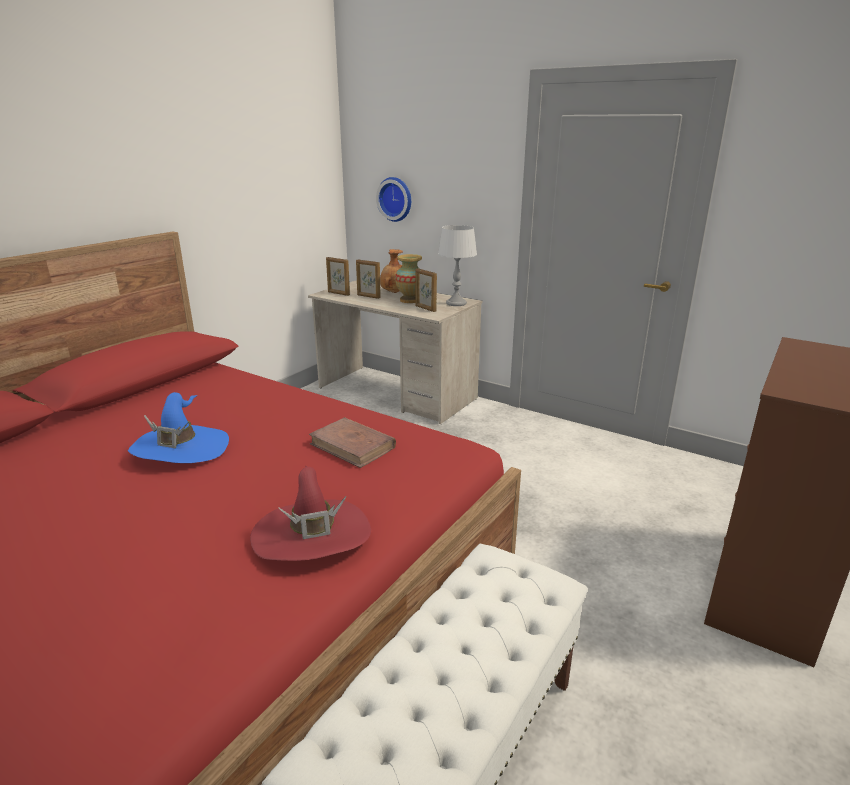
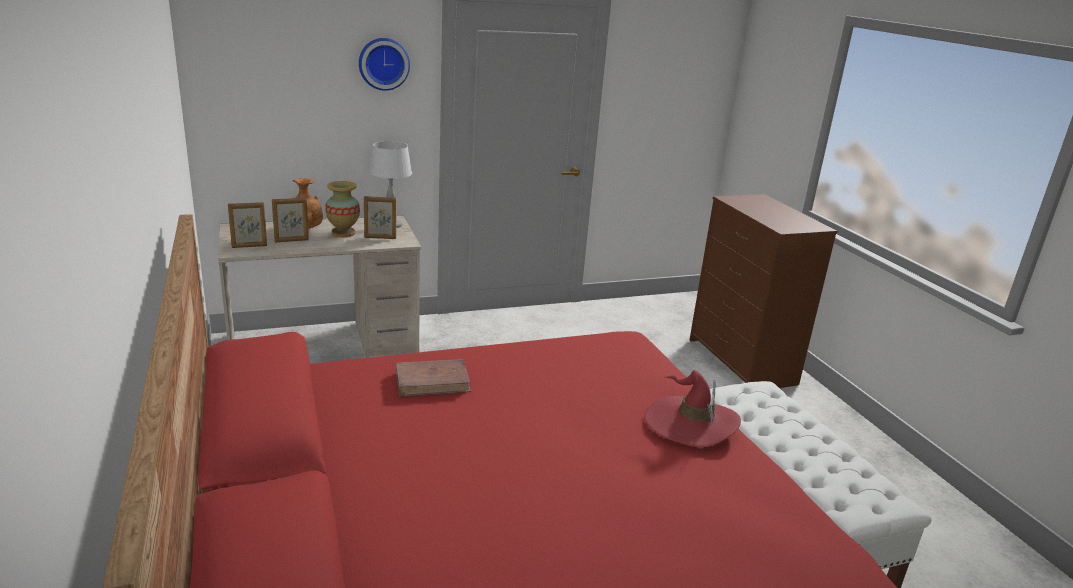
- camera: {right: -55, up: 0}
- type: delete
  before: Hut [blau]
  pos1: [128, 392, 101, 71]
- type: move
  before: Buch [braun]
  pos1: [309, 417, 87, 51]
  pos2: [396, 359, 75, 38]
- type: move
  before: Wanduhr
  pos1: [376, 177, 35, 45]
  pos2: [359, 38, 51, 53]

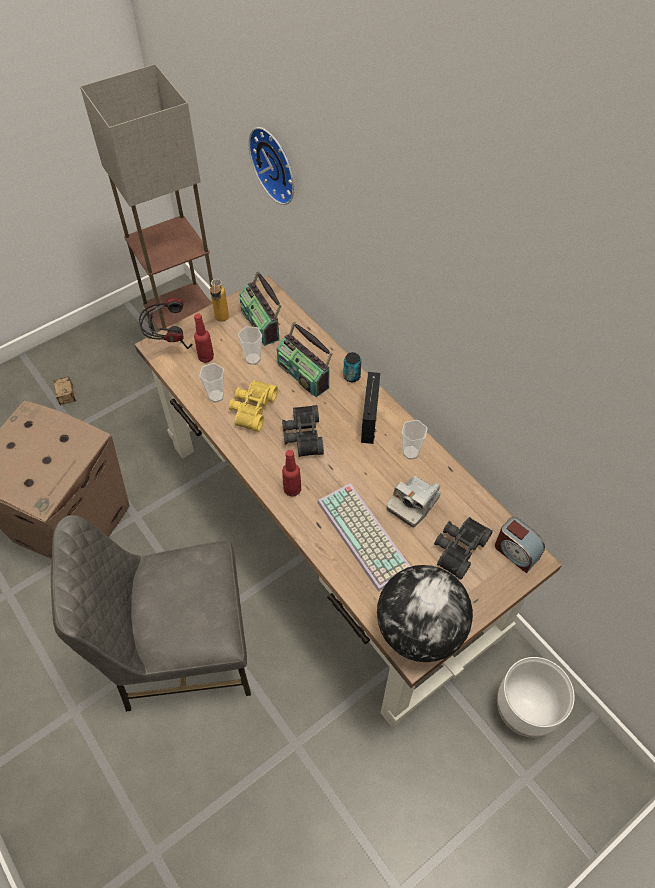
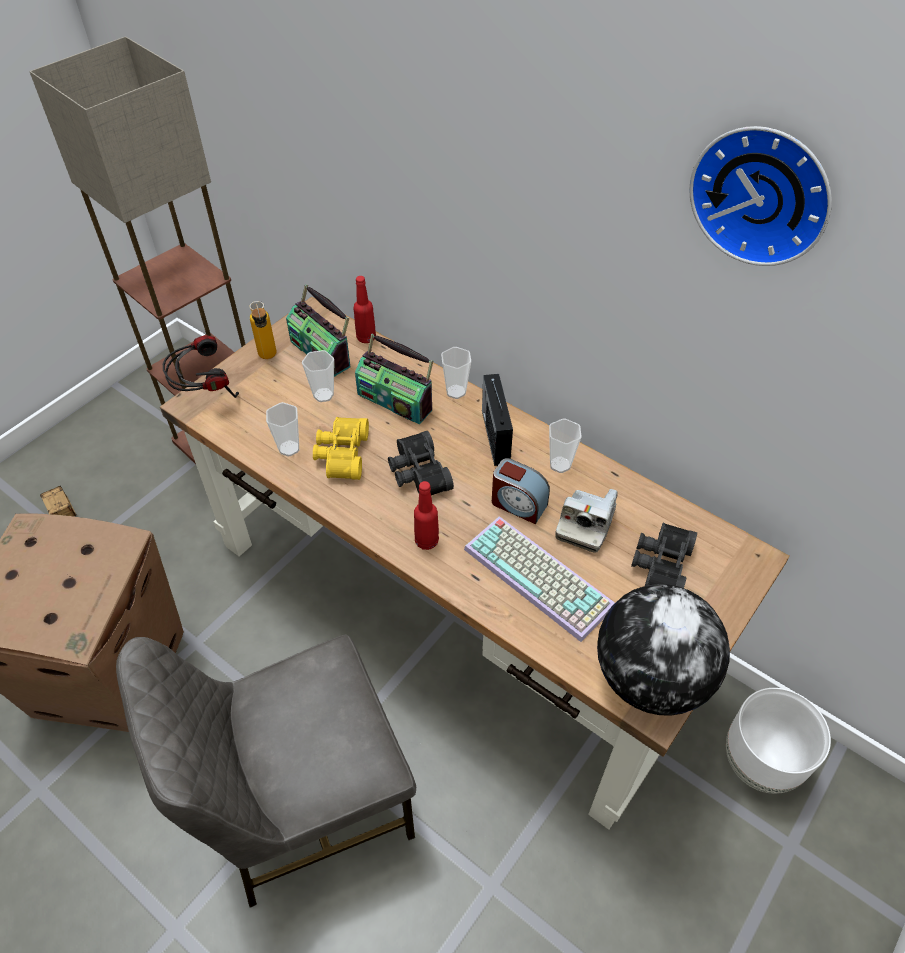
- camera: {right: -15, up: -5}
- type: move
  before: Flasche [rot]
  pos1: [194, 314, 20, 49]
  pos2: [353, 276, 23, 67]
- type: move
  before: Wanduhr
  pos1: [248, 127, 46, 78]
  pos2: [689, 126, 143, 140]
- type: replace
  before: Dose
  after: Tasse
  pos1: [343, 352, 18, 30]
  pos2: [441, 347, 30, 52]
- type: move
  before: Wecker
  pos1: [495, 517, 50, 56]
  pos2: [492, 458, 58, 66]

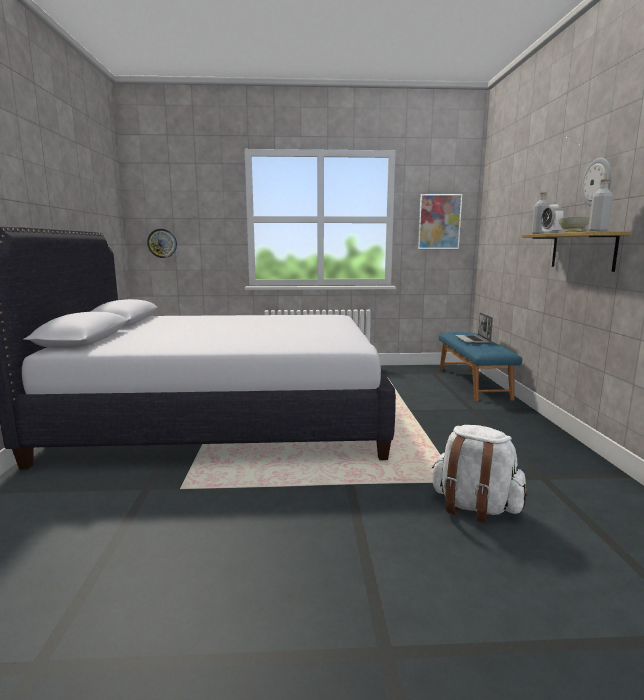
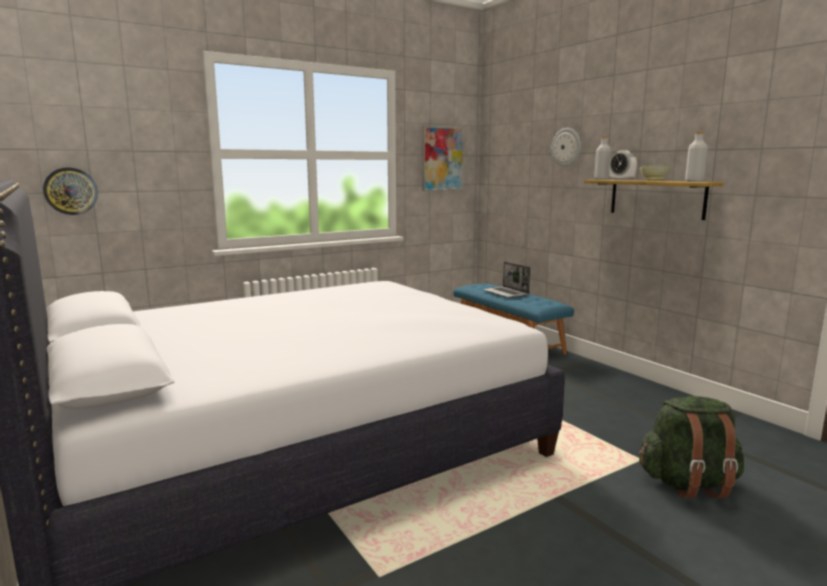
- camera: {right: -30, up: 0}
- type: recolor
  before: Rucksack [weiß]
  after: Rucksack [grün]
  pos1: [431, 425, 96, 98]
  pos2: [639, 396, 105, 102]
- type: move
  before: Wanduhr
  pos1: [582, 158, 30, 48]
  pos2: [552, 128, 29, 39]

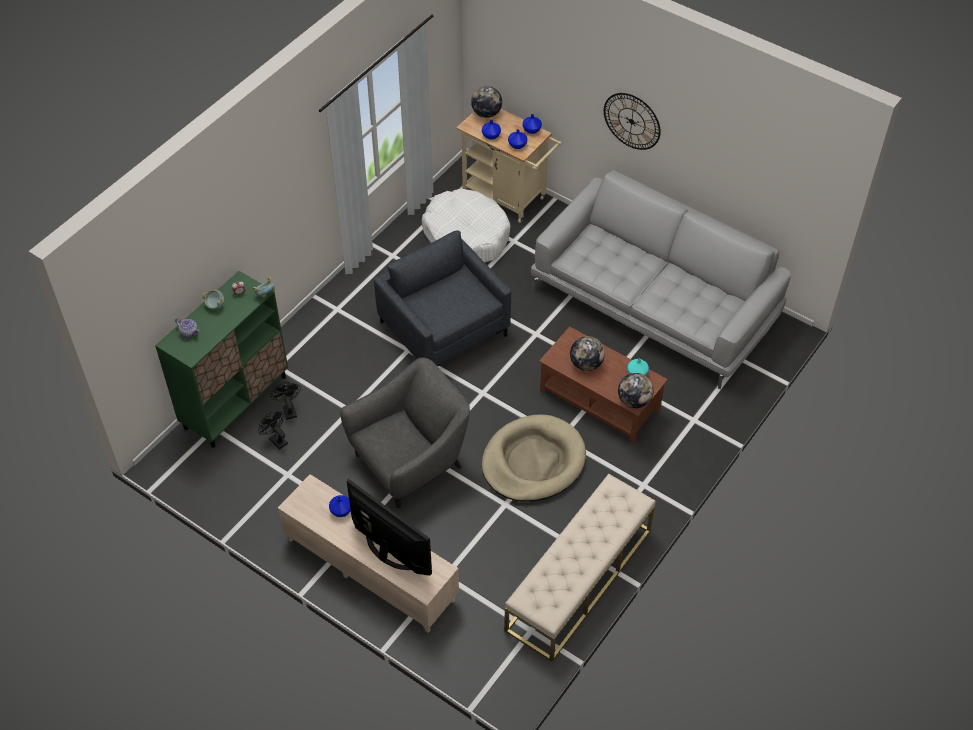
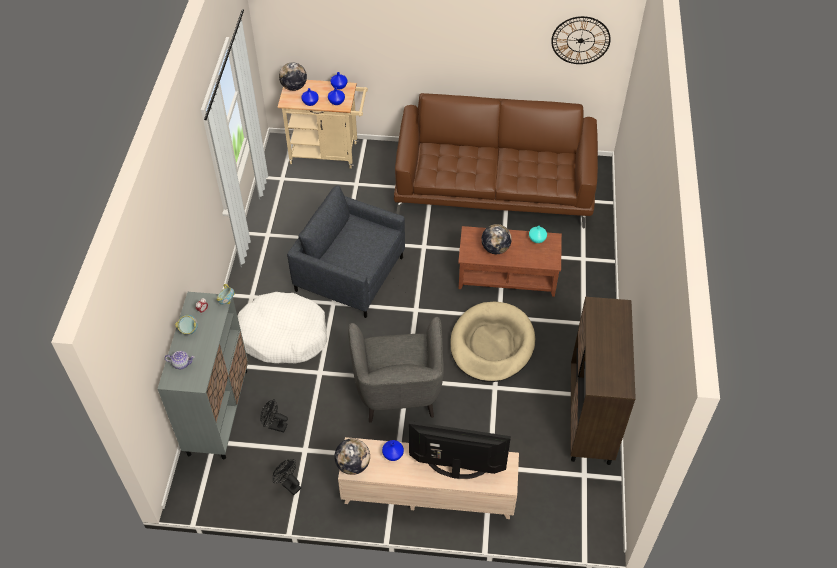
- camera: {right: -30, up: 0}
- type: recolor
  before: Schrank [grün]
  after: Schrank [grau]
  pos1: [155, 271, 133, 177]
  pos2: [157, 292, 91, 168]
- type: move
  before: Ventilator [schwarz]
  pos1: [270, 382, 31, 38]
  pos2: [273, 459, 28, 36]
- type: rotate
  before: Sessel [grau]
  pos1: [340, 358, 130, 150]
  pos2: [348, 317, 96, 106]
  turn: 150
- type: move
  before: Hundebett [weiß]
  pos1: [422, 189, 88, 73]
  pos2: [237, 292, 90, 71]
- type: replace
  before: Bank [beige]
  after: Schrank [braun]
  pos1: [504, 474, 152, 188]
  pos2: [570, 297, 66, 168]
- type: recolor
  before: Sofa [grau]
  after: Sofa [braun]
  pos1: [531, 170, 260, 219]
  pos2: [394, 93, 204, 136]
- type: move
  before: Wanduhr
  pos1: [604, 93, 57, 57]
  pos2: [551, 16, 60, 48]
- type: move
  before: Globus
  pos1: [618, 373, 36, 35]
  pos2: [334, 438, 36, 37]

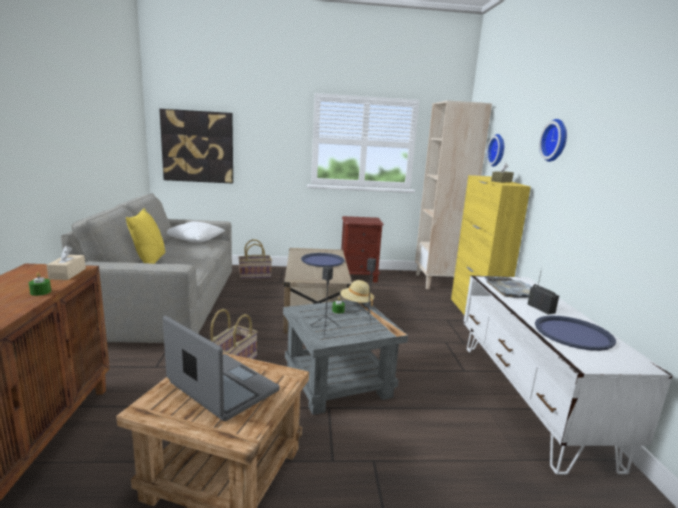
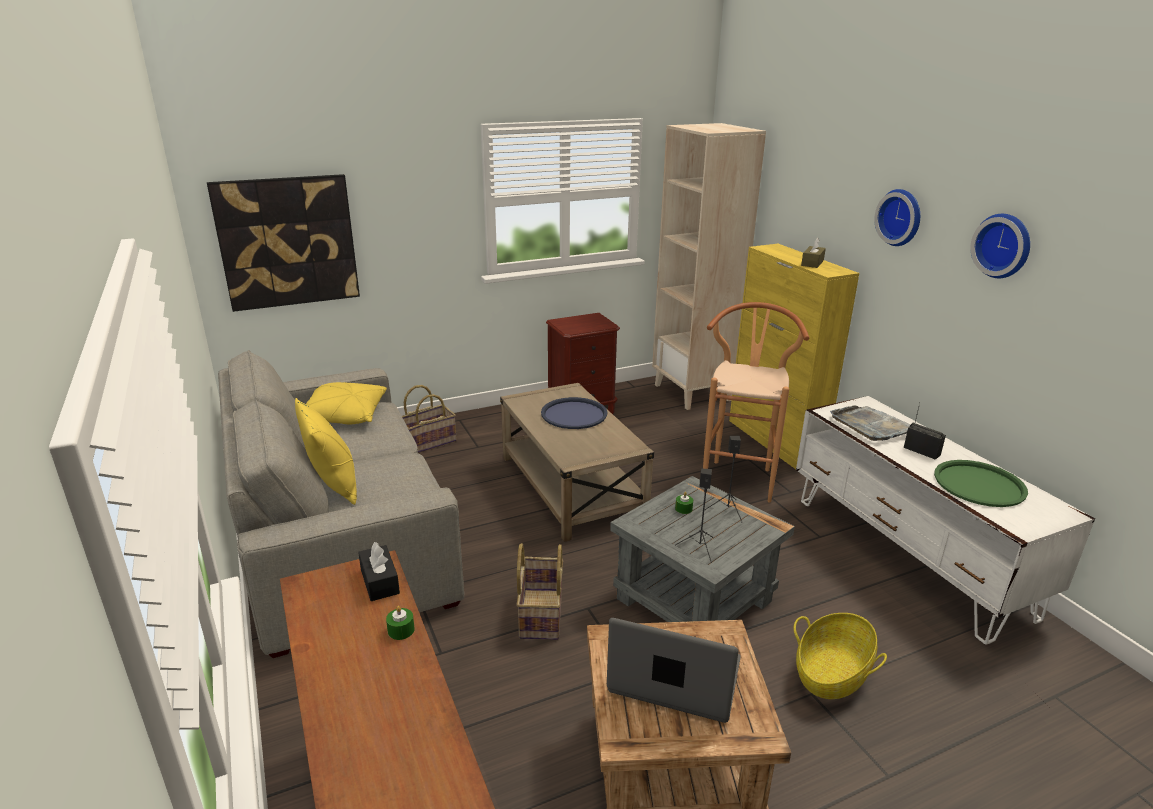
- camera: {right: -20, up: 10}
- type: recolor
  before: Taschentuchbox [beige]
  after: Taschentuchbox [schwarz]
  pos1: [47, 246, 39, 34]
  pos2: [358, 542, 42, 59]
- type: recolor
  before: Kissen [weiß]
  after: Kissen [gelb]
  pos1: [167, 222, 58, 20]
  pos2: [306, 382, 81, 42]
- type: delete
  before: Hut [beige]
  pos1: [340, 280, 34, 26]
- type: move
  before: Wanduhr
  pos1: [487, 134, 17, 33]
  pos2: [970, 214, 60, 64]
- type: recolor
  before: Tablett [blau]
  after: Tablett [grün]
  pos1: [535, 315, 81, 36]
  pos2: [934, 460, 94, 47]
- type: insert
  after: Hocker [braun]
  pos2: [703, 302, 106, 200]
- type: insert
  after: Korb
  pos2: [793, 613, 94, 86]

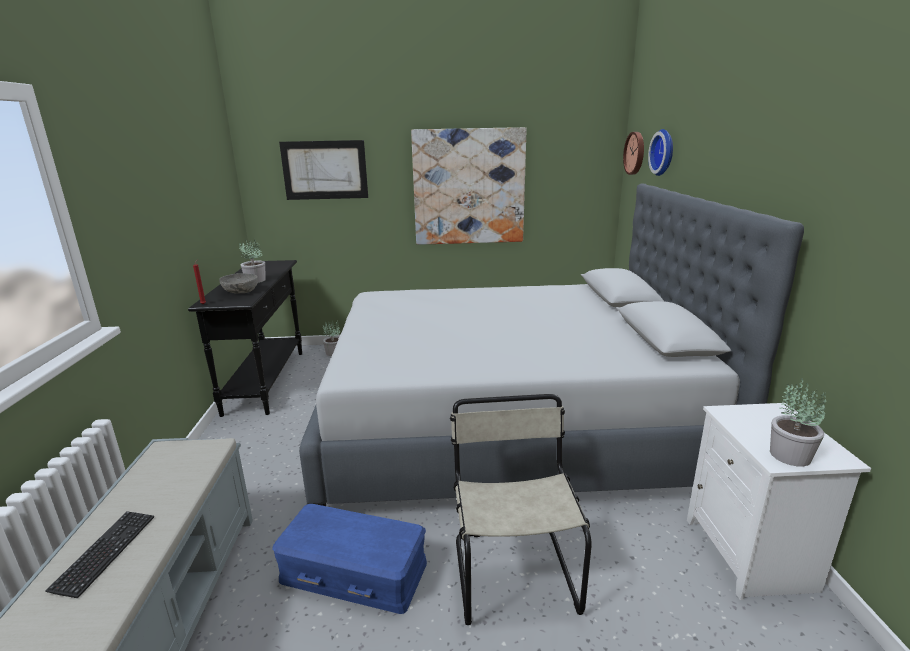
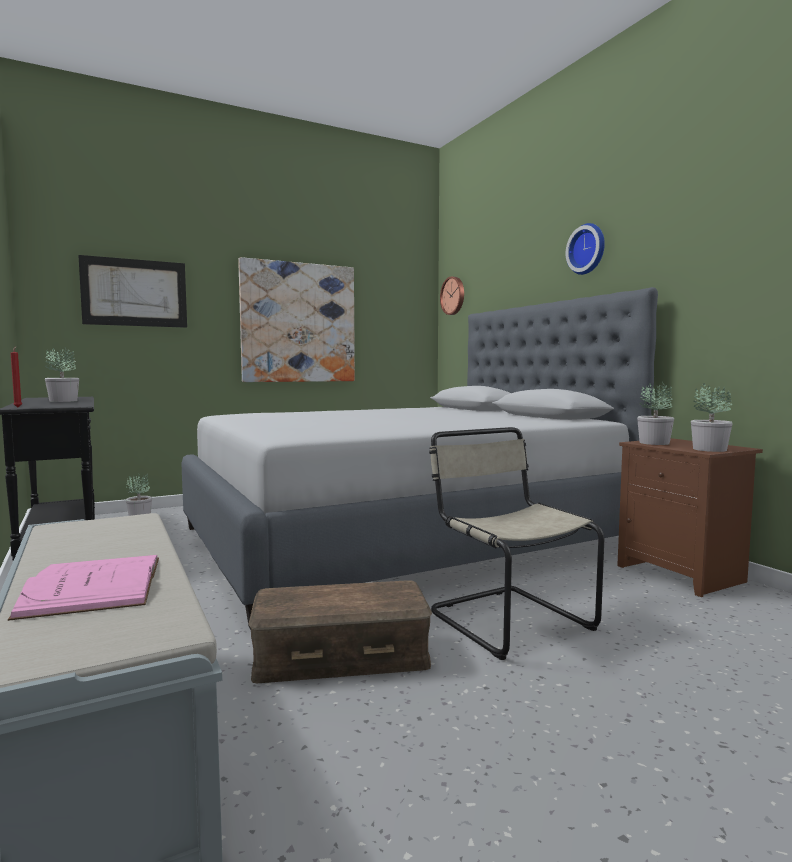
- camera: {right: -25, up: -15}
- type: replace
  before: Tastatur
  after: Buch [rosa]
  pos1: [45, 511, 109, 87]
  pos2: [8, 555, 151, 66]
- type: delete
  before: Schüssel [grau]
  pos1: [219, 273, 39, 21]
- type: recolor
  before: Aufbewahrungsbox [blau]
  after: Aufbewahrungsbox [braun]
  pos1: [272, 504, 155, 110]
  pos2: [248, 580, 184, 103]
- type: move
  before: Wanduhr
  pos1: [648, 129, 25, 47]
  pos2: [566, 223, 39, 52]
- type: recolor
  before: Nachttisch [weiß]
  after: Nachttisch [braun]
  pos1: [687, 403, 184, 197]
  pos2: [617, 438, 146, 159]
- type: insert
  after: Topfpflanze
  pos2: [637, 382, 37, 63]

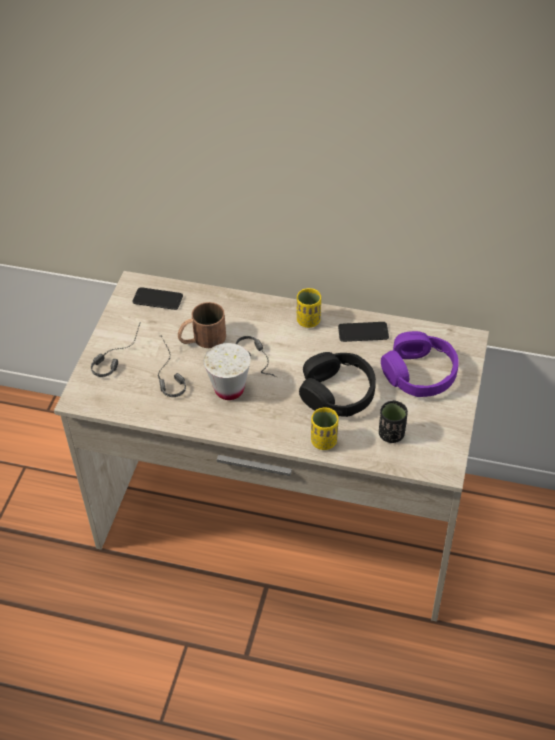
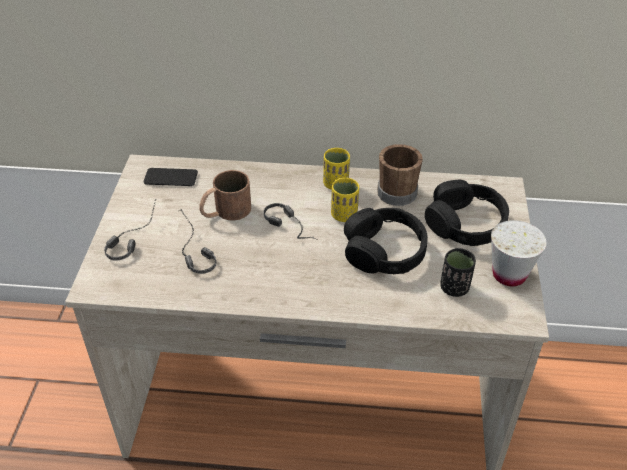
- camera: {right: -10, up: -5}
- type: move
  before: Tasse [weiß]
  pos1: [204, 343, 47, 57]
  pos2: [491, 220, 55, 66]
- type: move
  before: Tasse [gelb]
  pos1: [311, 407, 28, 43]
  pos2: [331, 178, 28, 44]
- type: replace
  before: Handy
  after: Henkelbecher [braun]
  pos1: [338, 322, 51, 20]
  pos2: [377, 144, 46, 62]
- type: recolor
  before: Kopfhörer [lila]
  after: Kopfhörer [schwarz]
  pos1: [381, 331, 78, 66]
  pos2: [425, 180, 84, 66]

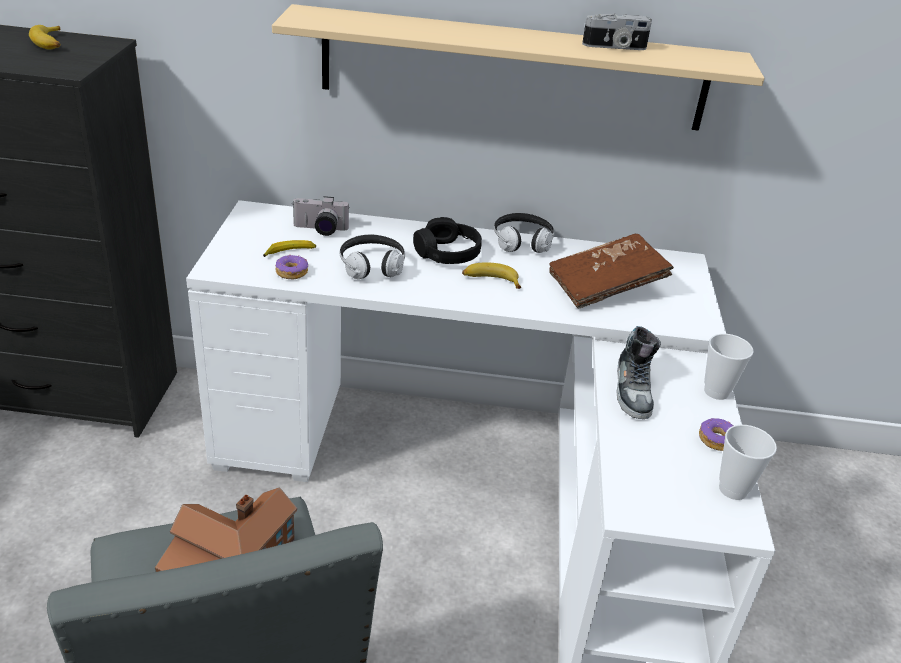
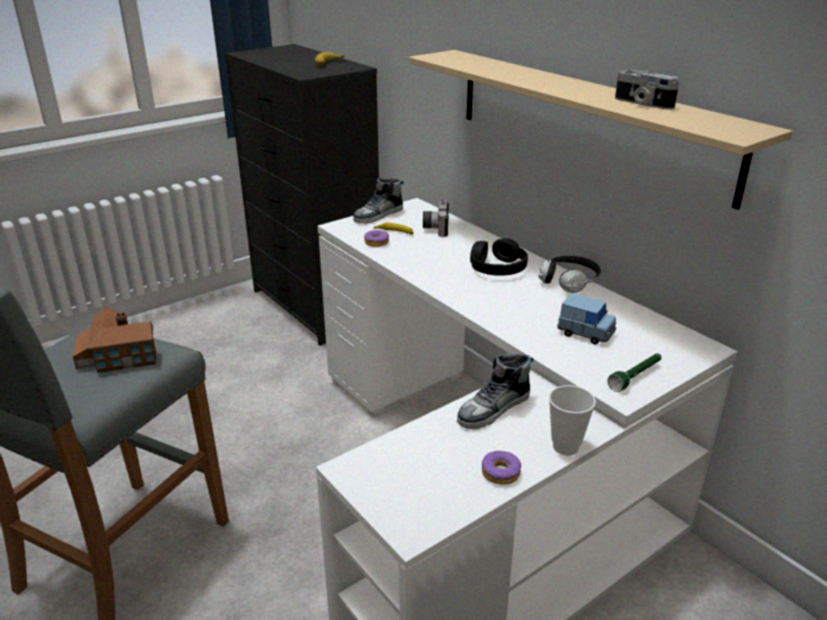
- camera: {right: 50, up: -5}
- type: rotate
  before: Kamera
  pos1: [293, 196, 57, 40]
  pos2: [423, 199, 26, 38]
  turn: 45
- type: delete
  before: Kopfhörer
  pos1: [340, 235, 65, 44]
- type: delete
  before: Banane
  pos1: [462, 262, 59, 27]
- type: replace
  before: Buch [braun]
  after: Spielzeugauto [blau]
  pos1: [549, 233, 125, 76]
  pos2: [557, 293, 60, 52]
- type: delete
  before: Tasse
  pos1: [719, 425, 58, 75]
- type: insert
  after: Schuh
  pos2: [353, 178, 51, 46]
- type: insert
  after: Taschenlampe [grün]
  pos2: [607, 353, 55, 39]

